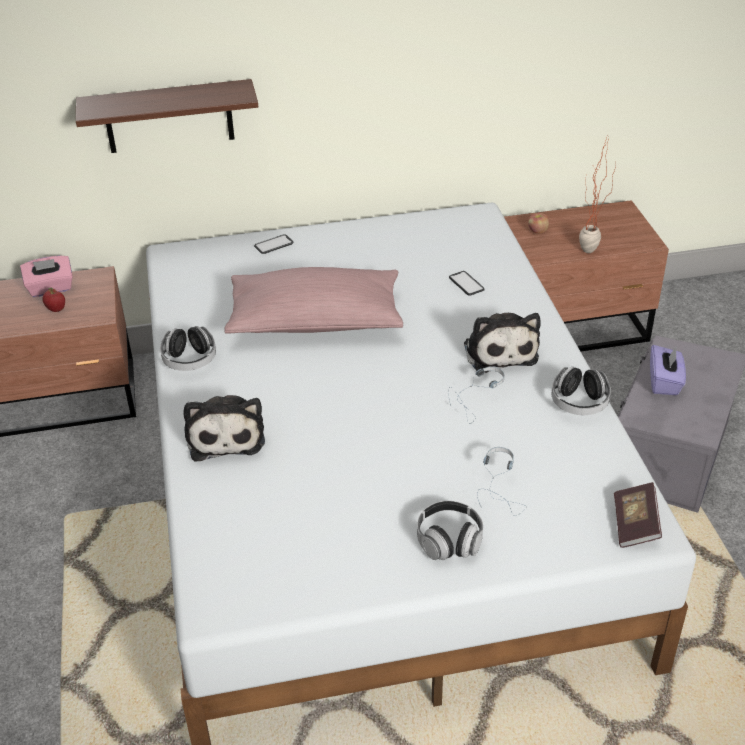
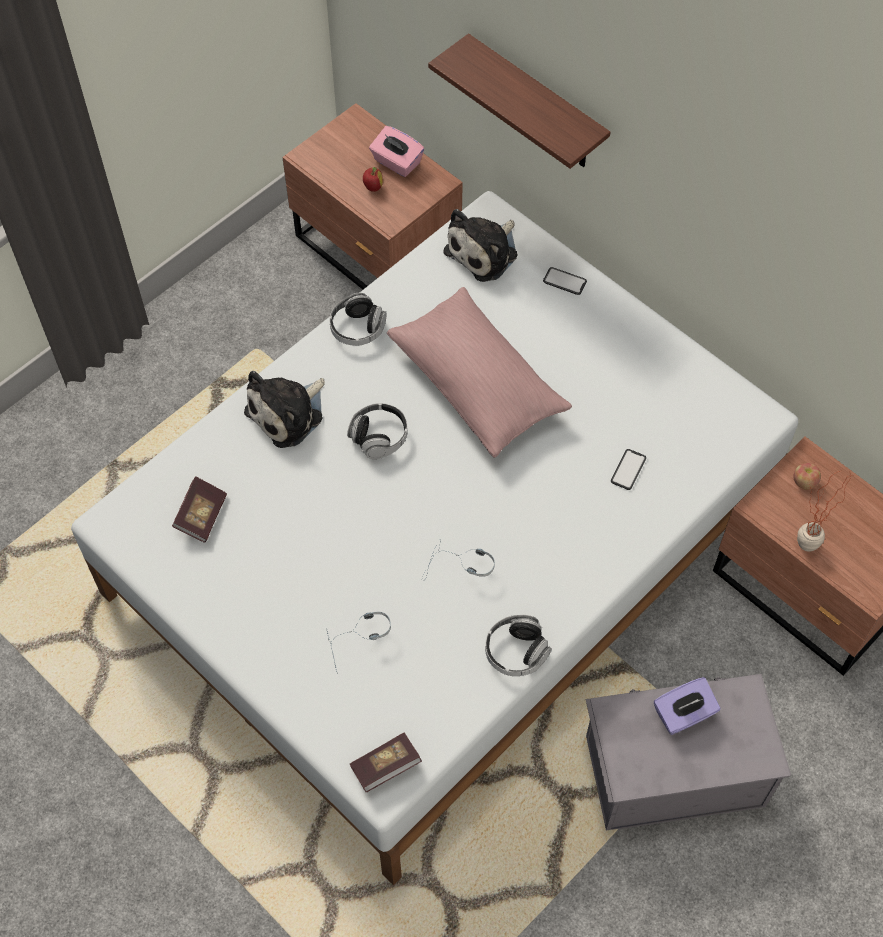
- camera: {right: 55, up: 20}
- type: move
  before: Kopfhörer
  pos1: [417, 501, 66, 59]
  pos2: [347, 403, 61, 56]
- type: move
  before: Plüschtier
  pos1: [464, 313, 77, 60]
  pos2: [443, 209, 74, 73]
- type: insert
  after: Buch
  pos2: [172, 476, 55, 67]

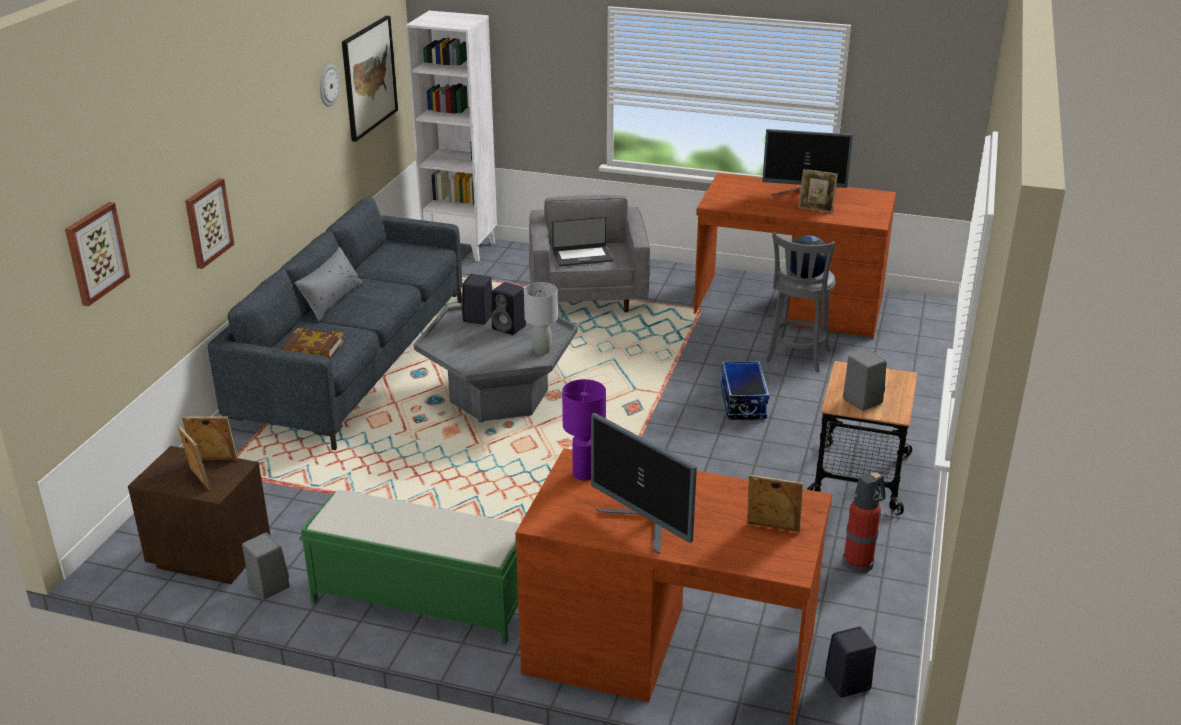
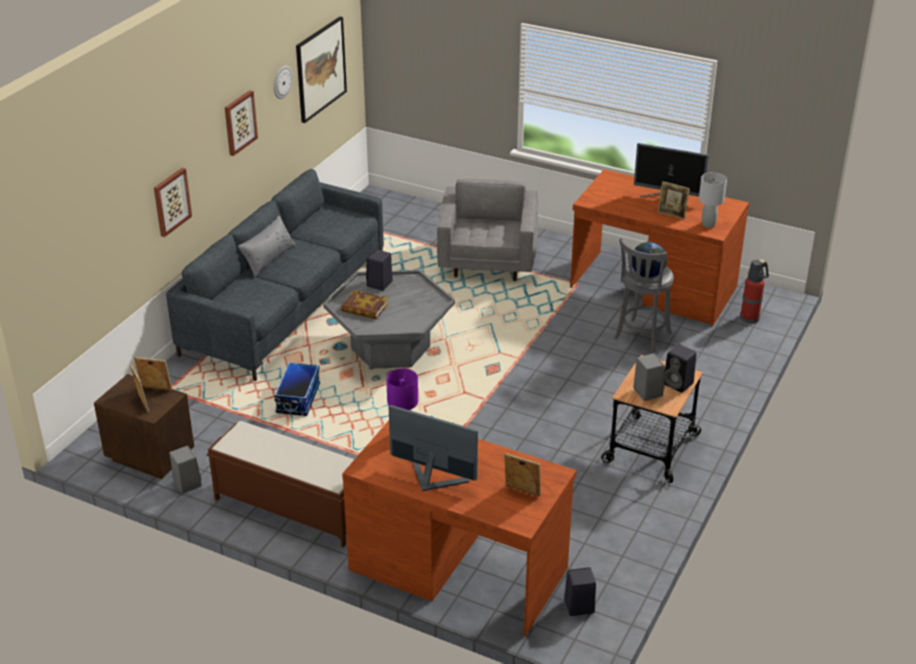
- camera: {right: 10, up: 5}
- type: move
  before: Bild
  pos1: [65, 202, 65, 104]
  pos2: [225, 90, 33, 66]
- type: move
  before: Buch
  pos1: [283, 328, 61, 31]
  pos2: [341, 290, 47, 29]
- type: recolor
  before: Bank [grün]
  after: Bank [braun]
  pos1: [299, 490, 221, 155]
  pos2: [207, 421, 148, 126]
- type: delete
  before: Bücherregal [weiß]
  pos1: [406, 11, 91, 251]
- type: move
  before: Lautsprecher [schwarz]
  pos1: [491, 282, 35, 53]
  pos2: [664, 344, 33, 49]
- type: move
  before: Tischlampe [grau]
  pos1: [524, 282, 34, 73]
  pos2: [699, 172, 28, 56]
- type: delete
  before: Laptop
  pos1: [552, 216, 61, 50]
- type: rotate
  before: Monitor
  pos1: [591, 413, 106, 142]
  pos2: [389, 405, 89, 86]
  turn: 150
- type: move
  before: Aufbewahrungsbox
  pos1: [721, 361, 49, 59]
  pos2: [274, 362, 46, 54]
- type: move
  before: Feuerlöscher
  pos1: [843, 473, 43, 100]
  pos2: [740, 260, 29, 64]

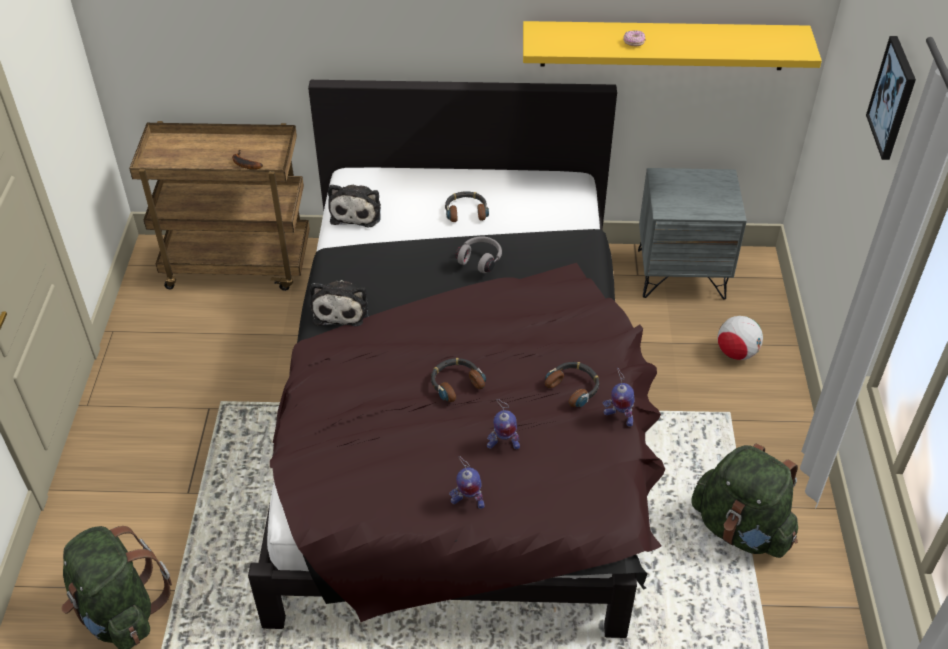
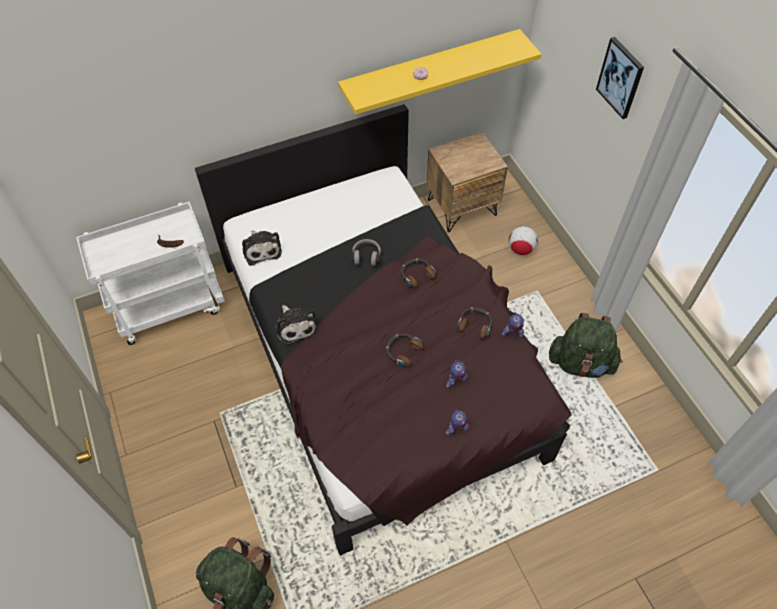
- camera: {right: -25, up: 10}
- type: recolor
  before: Rollwagen [braun]
  after: Rollwagen [weiß]
  pos1: [129, 121, 181, 170]
  pos2: [76, 202, 149, 143]
- type: move
  before: Kopfhörer
  pos1: [445, 191, 44, 31]
  pos2: [401, 258, 35, 30]
- type: recolor
  before: Nachttisch [grau]
  after: Nachttisch [braun]
  pos1: [638, 168, 109, 132]
  pos2: [427, 132, 81, 100]

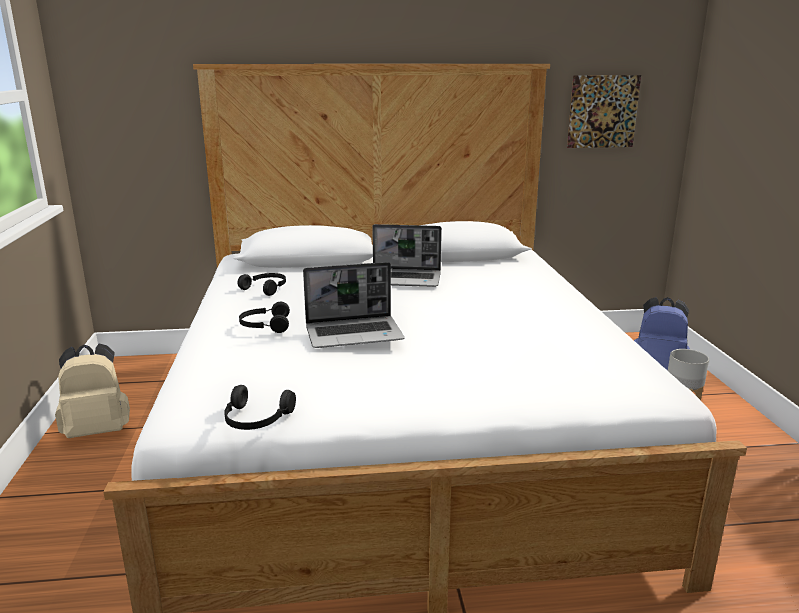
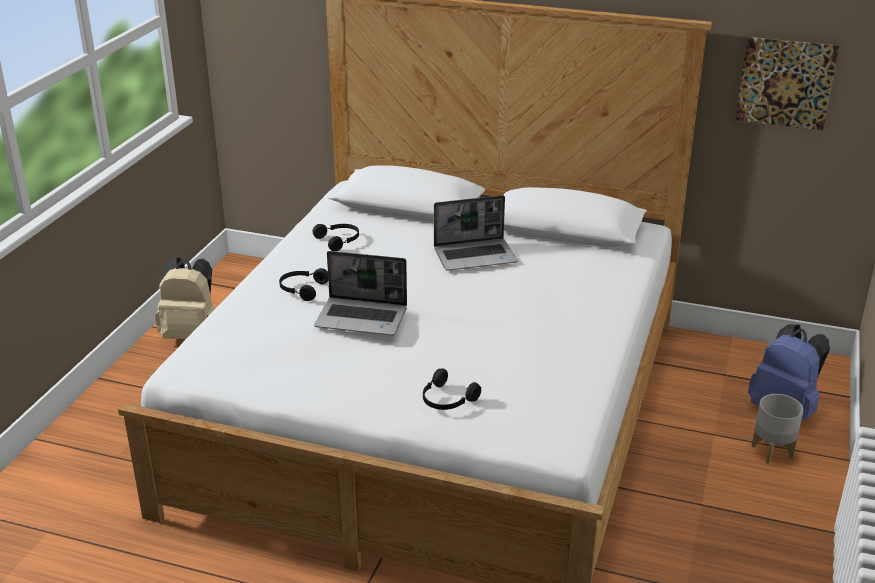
- camera: {right: 25, up: 10}
- type: move
  before: Kopfhörer [schwarz]
  pos1: [224, 385, 72, 45]
  pos2: [423, 369, 58, 41]
- type: rotate
  before: Laptop
  pos1: [372, 224, 70, 63]
  pos2: [434, 195, 84, 76]
  turn: -45

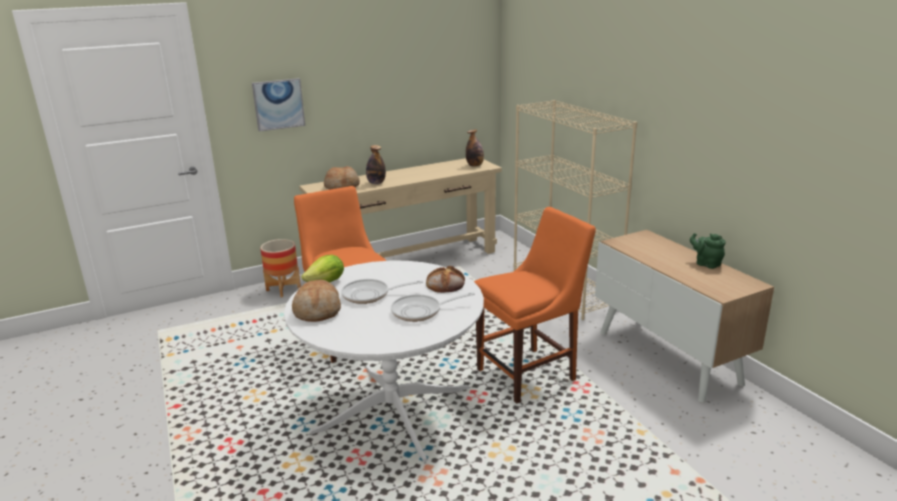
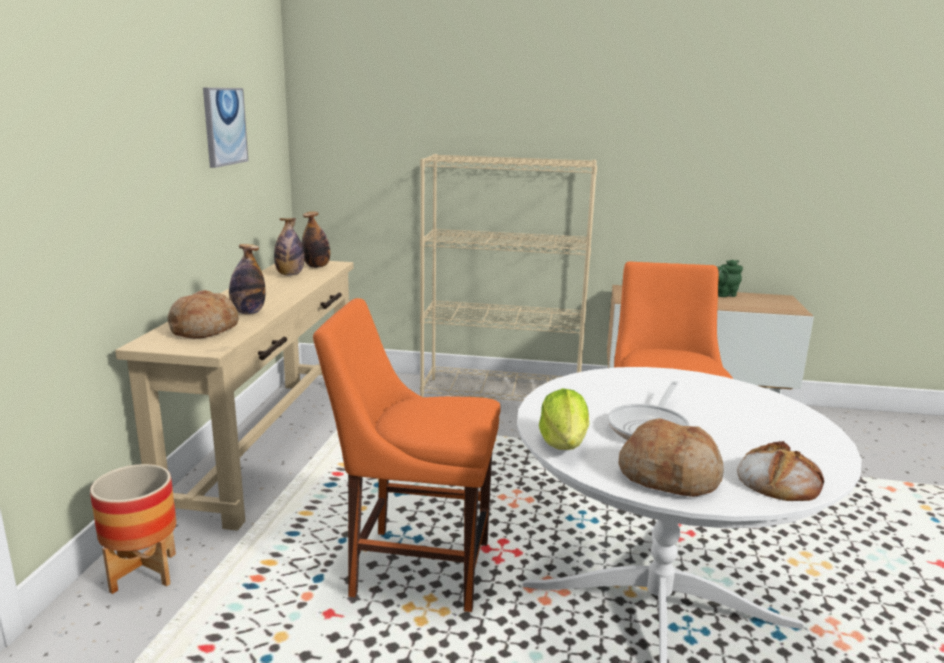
- camera: {right: -55, up: -5}
- type: move
  before: Bild
  pos1: [252, 78, 53, 54]
  pos2: [203, 88, 45, 80]
- type: delete
  before: Pfanne
  pos1: [391, 292, 84, 30]
- type: move
  before: Brot
  pos1: [426, 266, 39, 27]
  pos2: [737, 441, 87, 60]
- type: insert
  after: Flasche
  pos2: [274, 218, 30, 58]

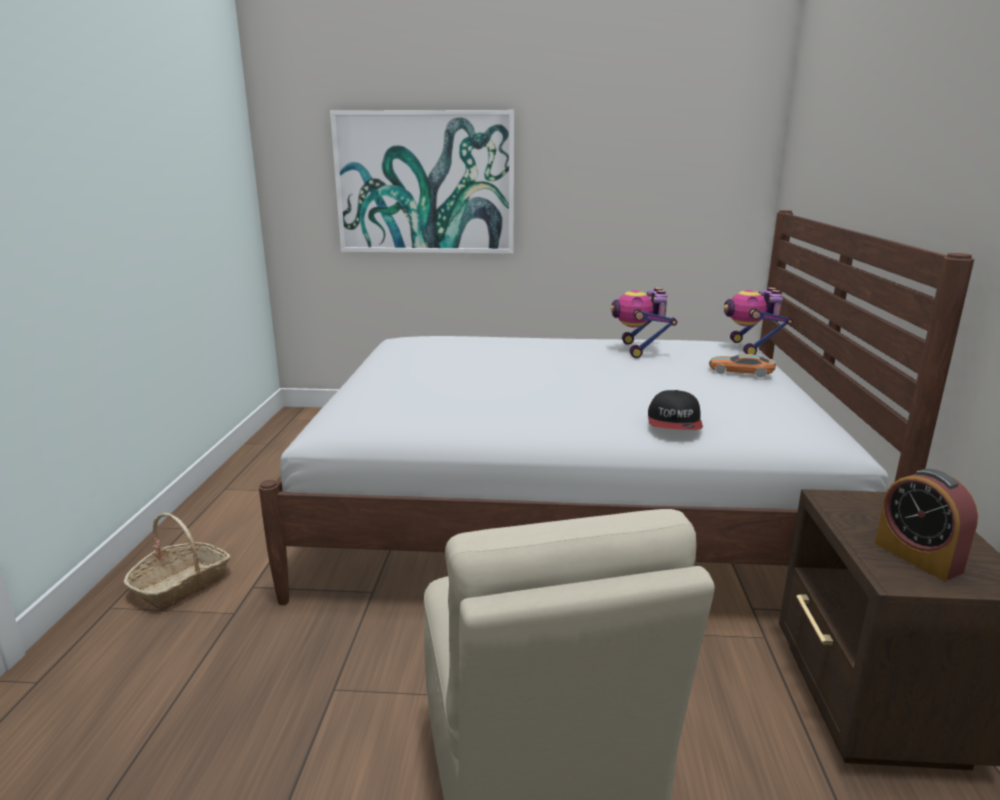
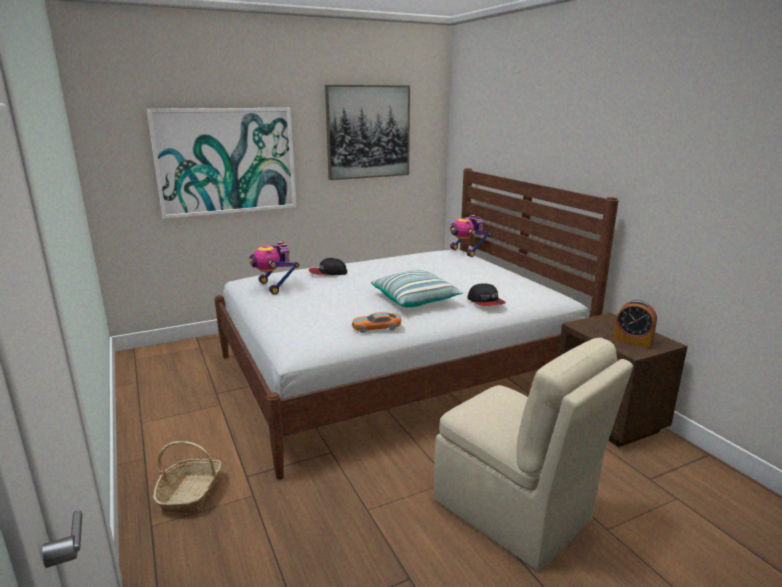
- camera: {right: -30, up: 0}
- type: move
  before: Spielzeugroboter
  pos1: [610, 287, 67, 71]
  pos2: [249, 241, 50, 54]
- type: move
  before: Spielzeugauto
  pos1: [709, 354, 67, 24]
  pos2: [352, 312, 49, 21]
- type: insert
  after: Kappe
  pos2: [309, 258, 38, 17]
- type: insert
  after: Bild
  pos2: [325, 85, 85, 95]
- type: insert
  after: Kissen
  pos2: [371, 270, 92, 37]

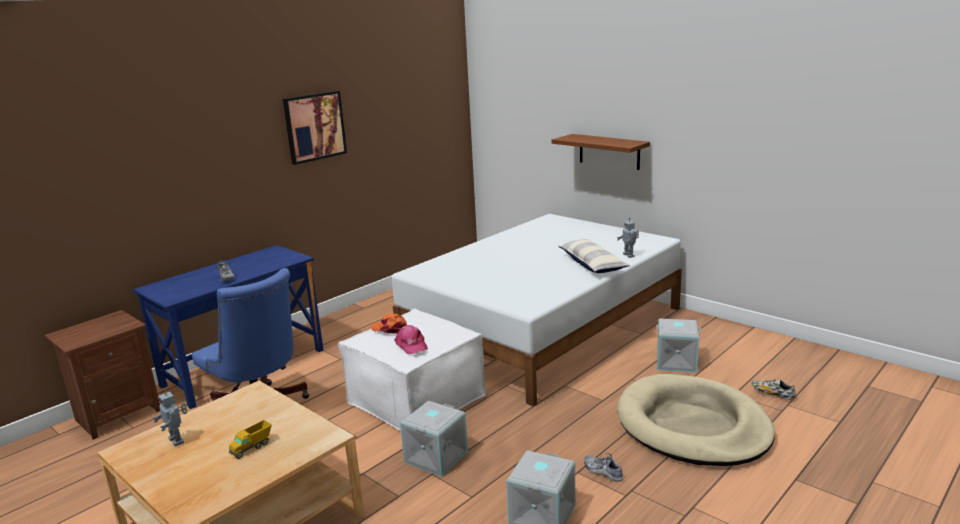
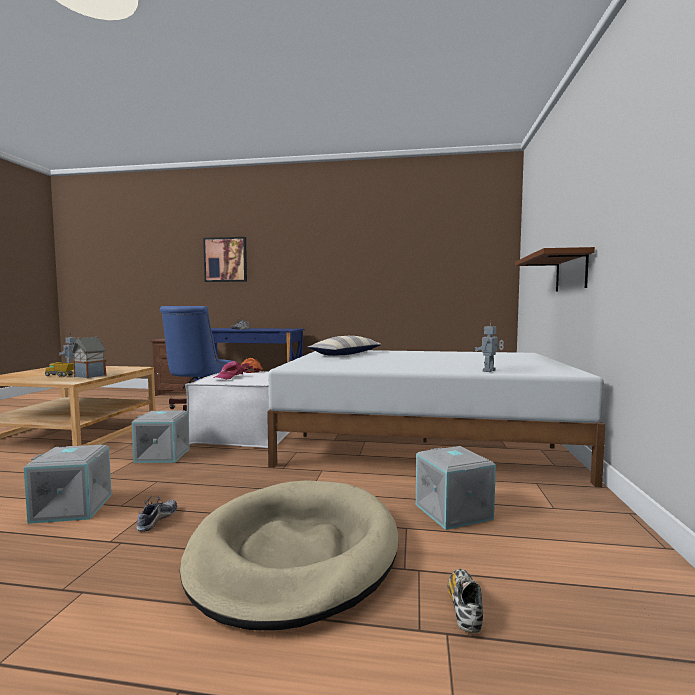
- camera: {right: 55, up: -15}
- type: move
  before: Bild
  pos1: [283, 91, 64, 74]
  pos2: [203, 237, 44, 45]
- type: move
  before: Kissen
  pos1: [558, 239, 72, 34]
  pos2: [308, 336, 74, 20]
- type: insert
  after: Spielzeughaus
  pos2: [70, 336, 37, 42]

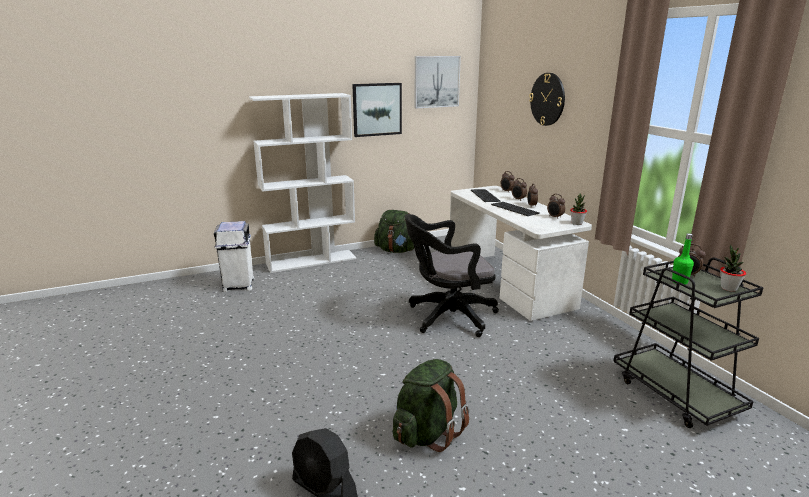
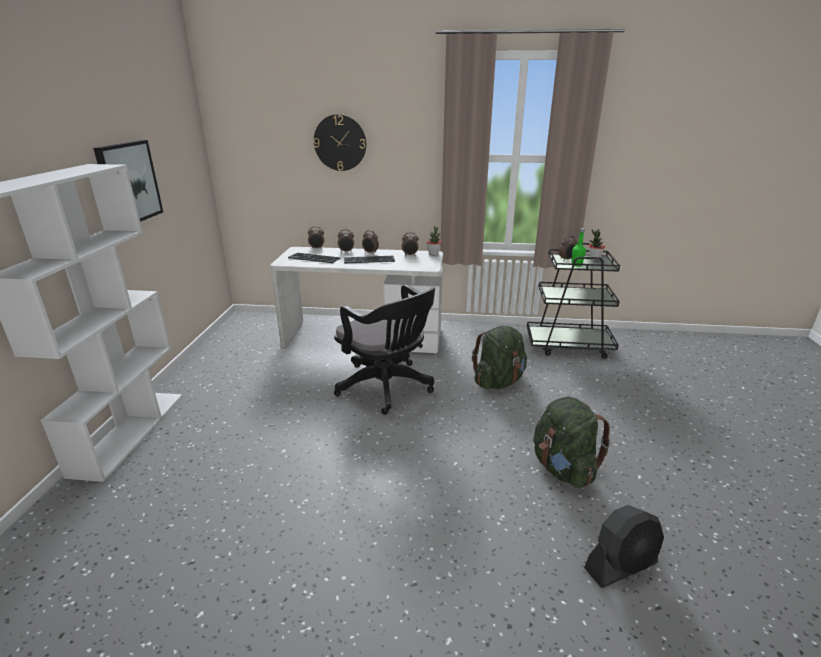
- camera: {right: -60, up: 5}
- type: delete
  before: Mülleimer [weiß]
  pos1: [214, 221, 40, 71]
- type: move
  before: Rucksack [grün]
  pos1: [374, 210, 40, 43]
  pos2: [472, 325, 55, 64]
- type: rotate
  before: Bürostuhl [schwarz]
  pos1: [405, 214, 94, 123]
  pos2: [334, 285, 101, 130]
  turn: -60
- type: delete
  before: Bild
  pos1: [414, 56, 47, 52]

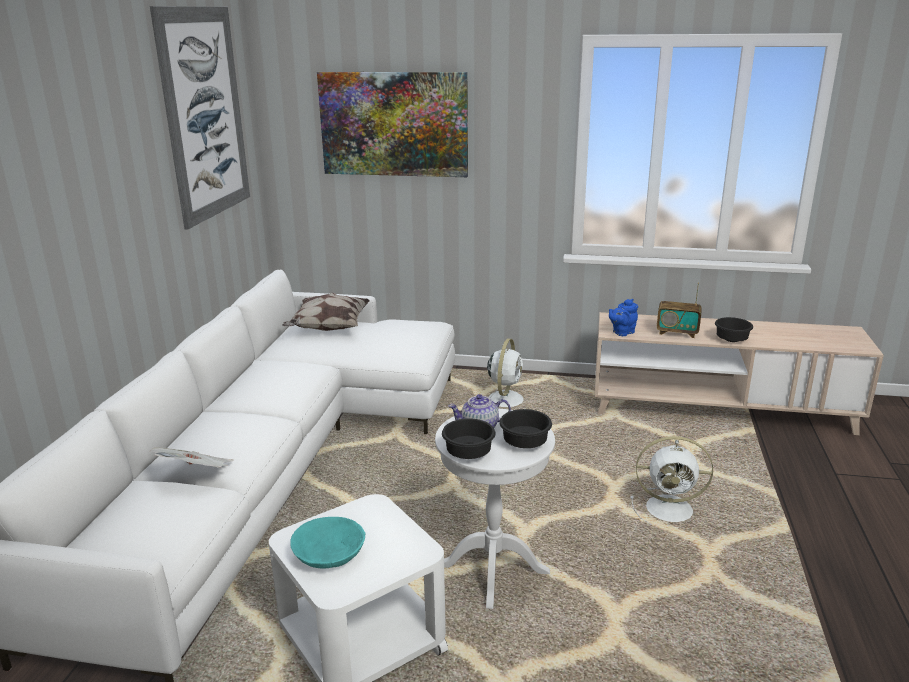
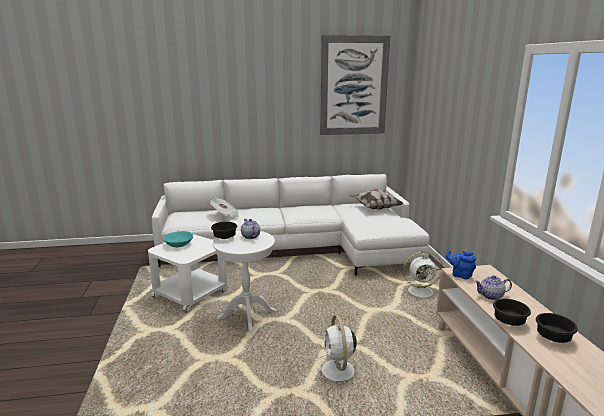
- camera: {right: 70, up: -5}
- type: delete
  before: Bild
  pos1: [317, 72, 151, 105]
- type: move
  before: Schüssel [schwarz]
  pos1: [499, 409, 53, 39]
  pos2: [536, 313, 42, 30]
- type: replace
  before: Radio
  after: Teekanne
  pos1: [657, 283, 45, 55]
  pos2: [475, 275, 37, 25]

